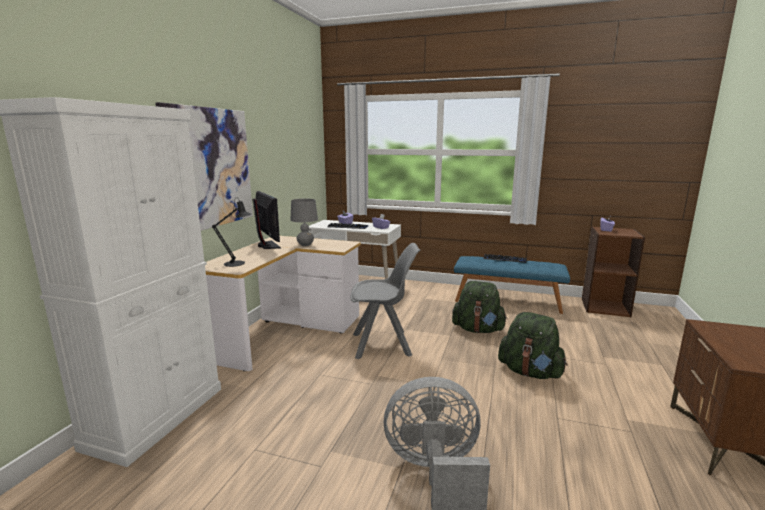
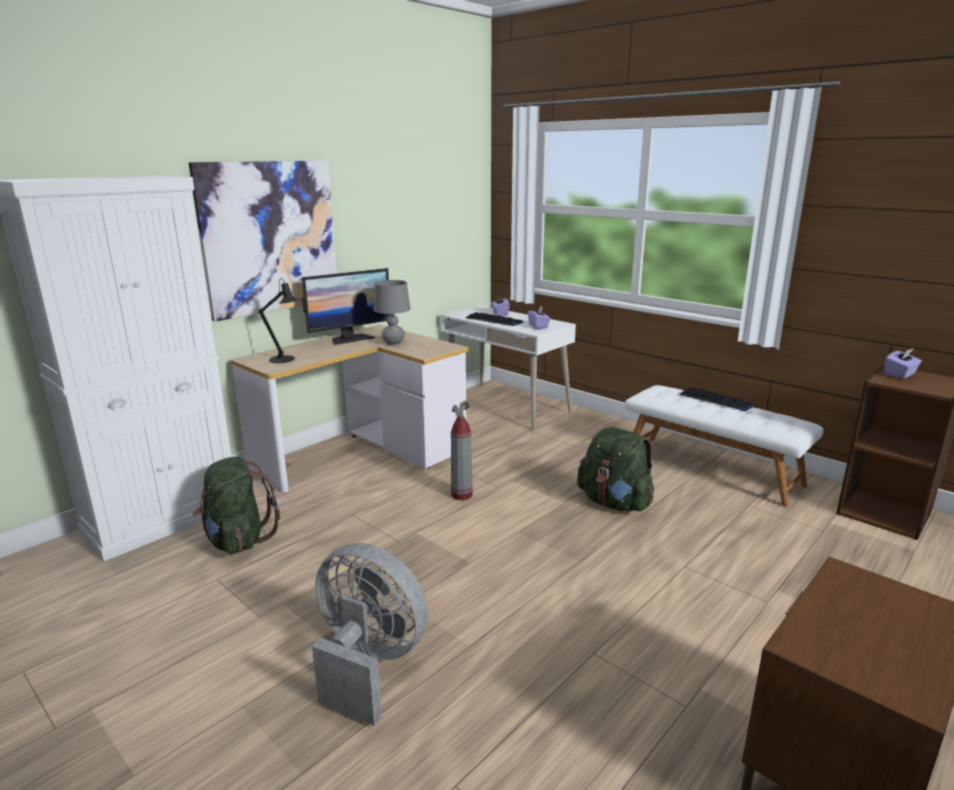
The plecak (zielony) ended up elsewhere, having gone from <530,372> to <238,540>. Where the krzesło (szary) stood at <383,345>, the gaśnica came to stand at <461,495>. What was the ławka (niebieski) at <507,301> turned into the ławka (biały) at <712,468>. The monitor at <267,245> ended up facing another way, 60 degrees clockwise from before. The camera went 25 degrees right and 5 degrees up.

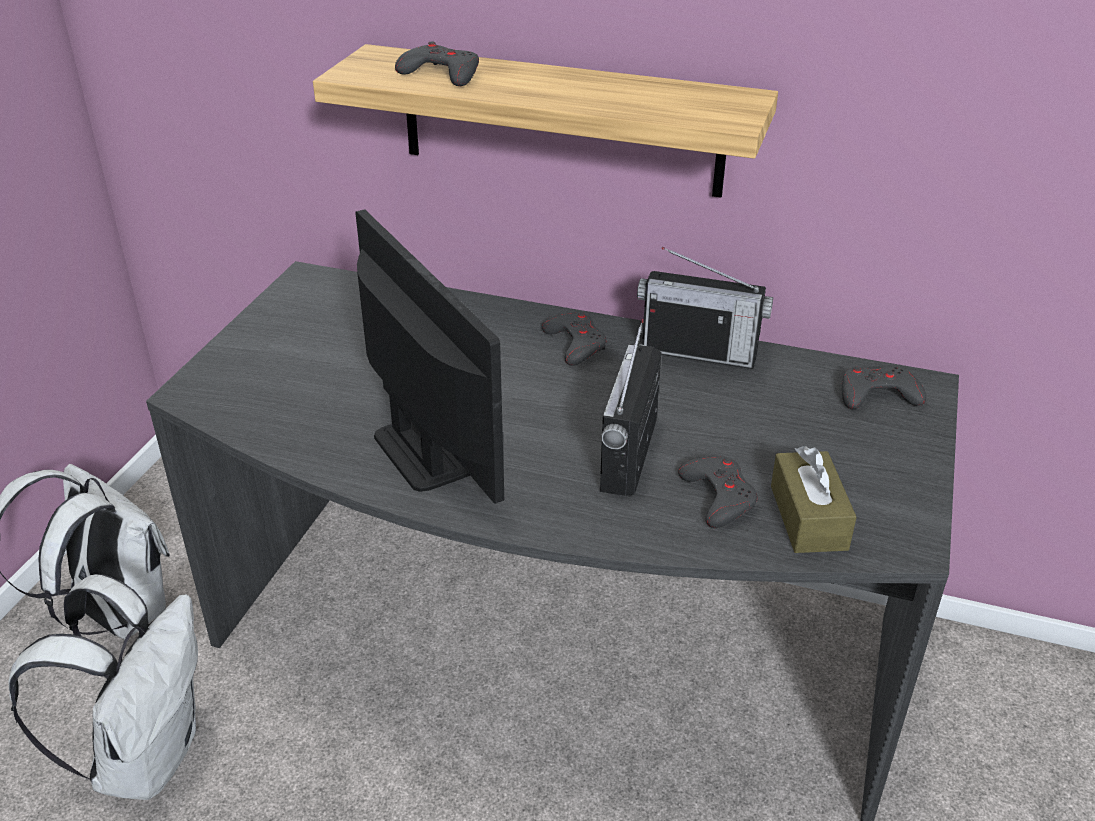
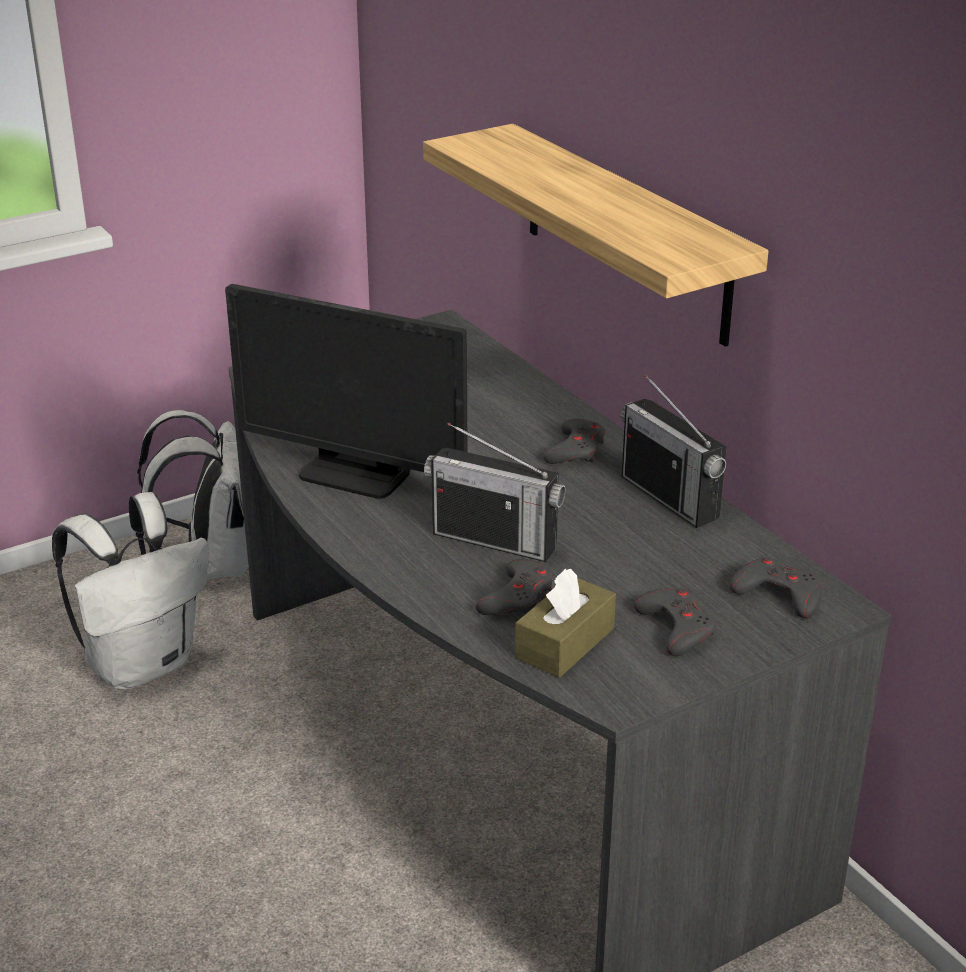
The pad do gier (szary) ended up elsewhere, having gone from <441,74> to <676,627>. The monitor at <425,452> ended up facing another way, 105 degrees clockwise from before. The radio at <628,455> ended up facing another way, 120 degrees counterclockwise from before. The camera went 40 degrees right and 5 degrees down.

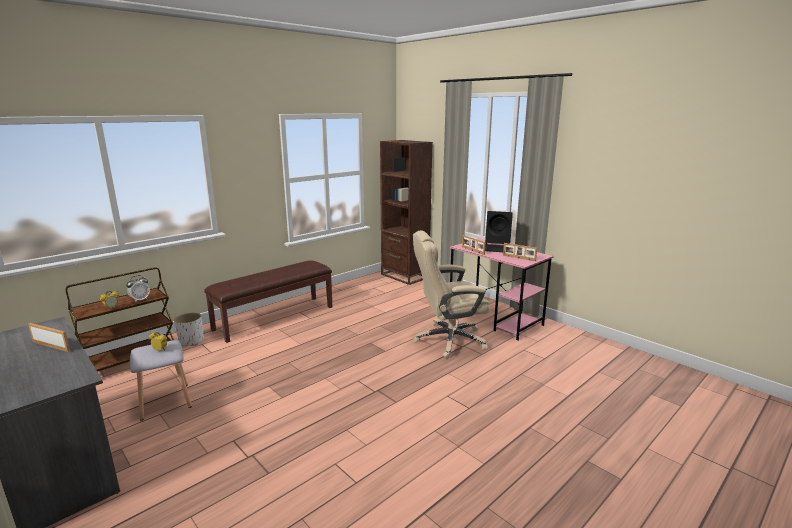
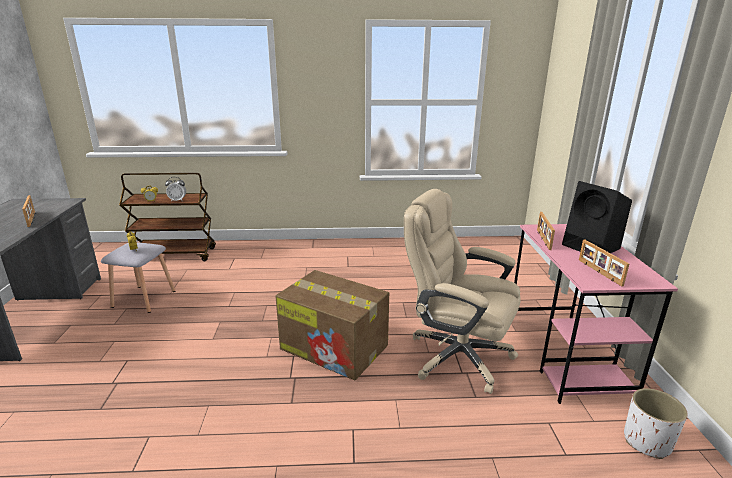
The second view lost the ławka (brązowy) at <274,317>. The second view lost the regał (brązowy) at <404,276>. The second view gained the karton at <335,347>. The donica (biały) ended up elsewhere, having gone from <191,341> to <647,441>. The camera went 40 degrees right and 5 degrees up.

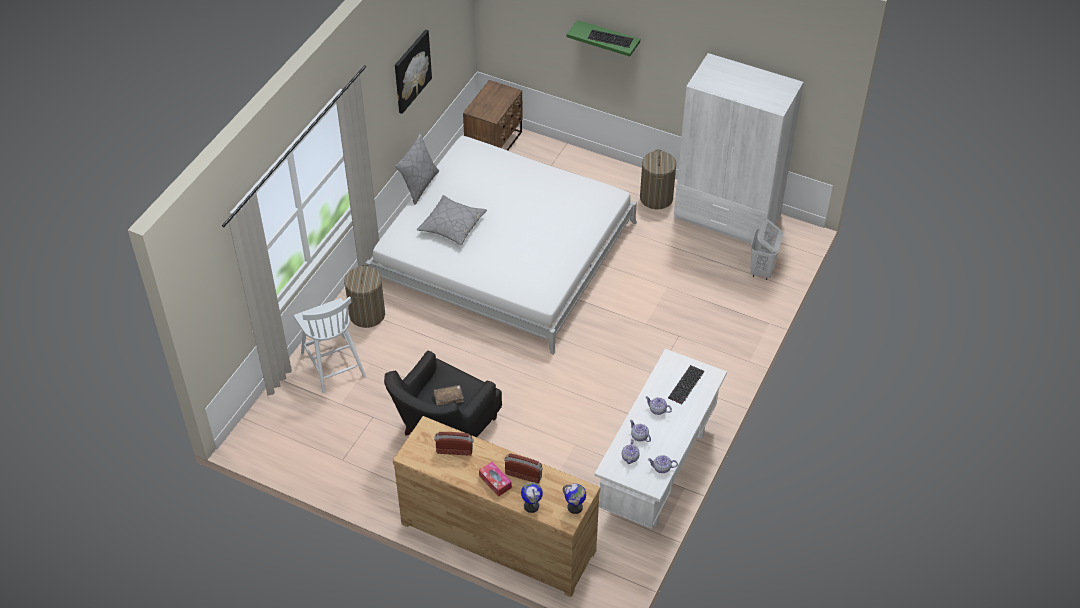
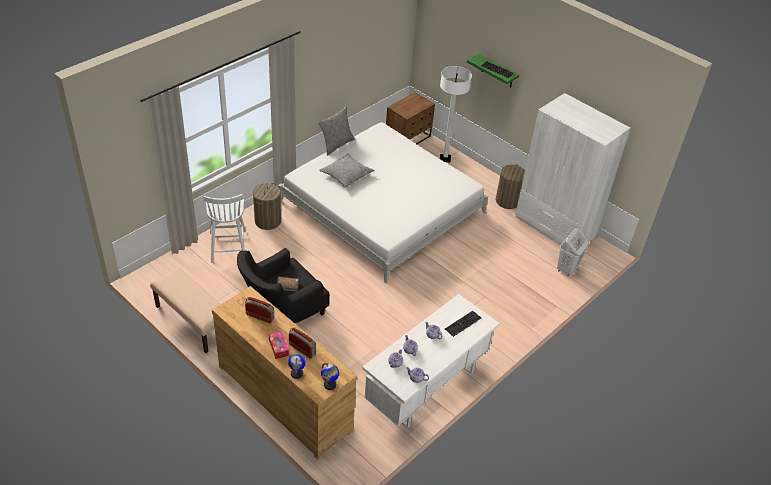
The second view lost the obraz at <411,71>. The second view gained the ławka (beżowy) at <192,321>. The second view gained the lampa stojąca (biały) at <445,158>. The camera went 15 degrees right and 5 degrees down.

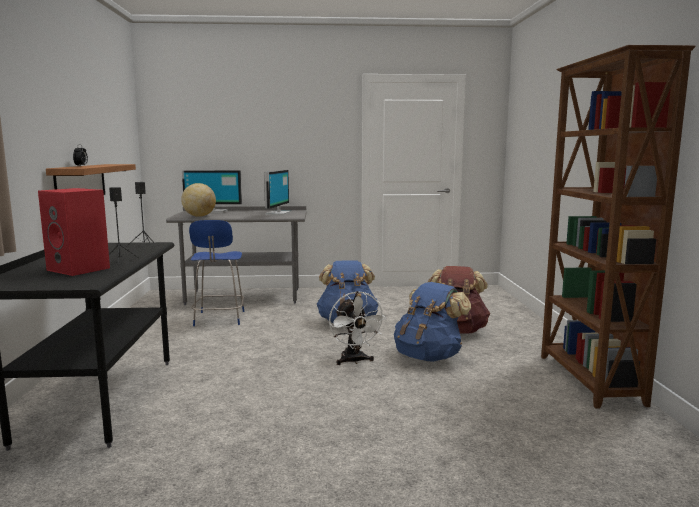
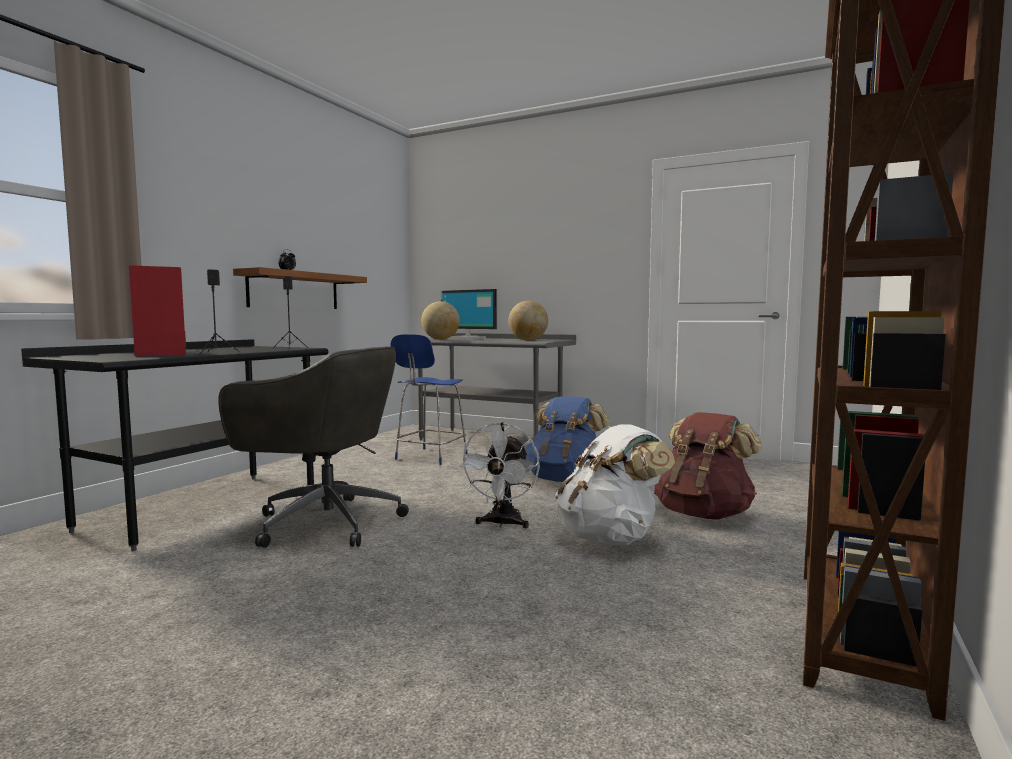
The second view gained the krzesło biurowe (szary) at <324,522>. Where the monitor stood at <277,214>, the globus came to stand at <528,340>. What was the plecak (niebieski) at <428,356> turned into the plecak (biały) at <611,538>. The camera went 30 degrees right and 5 degrees down.

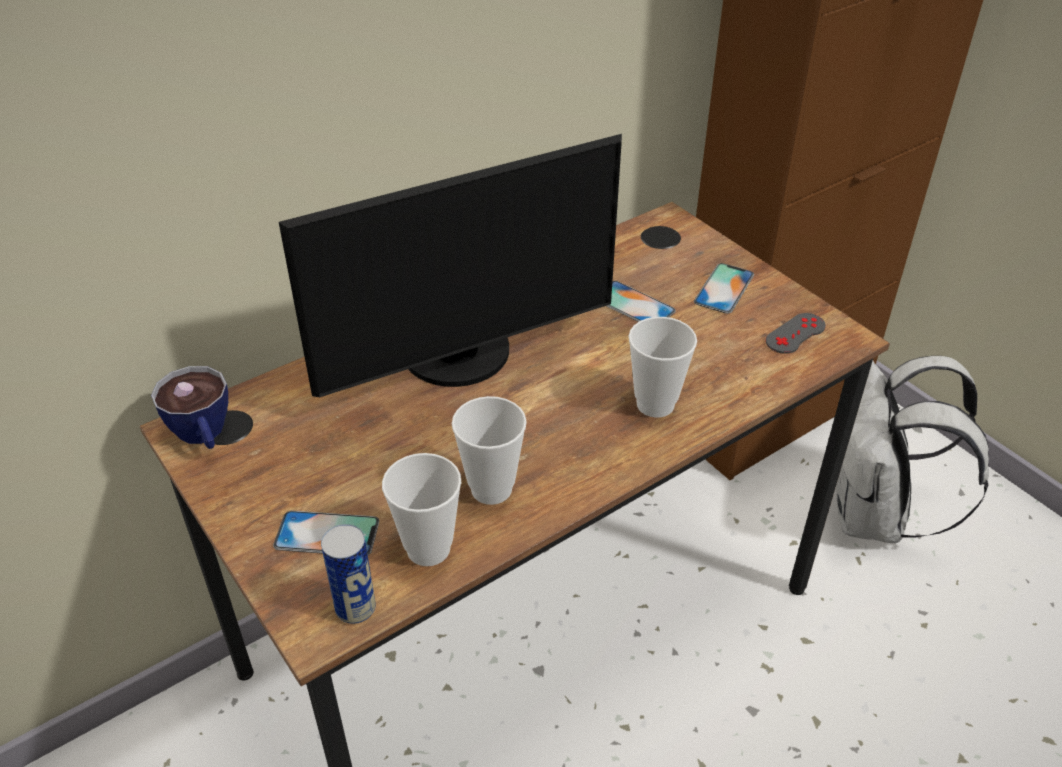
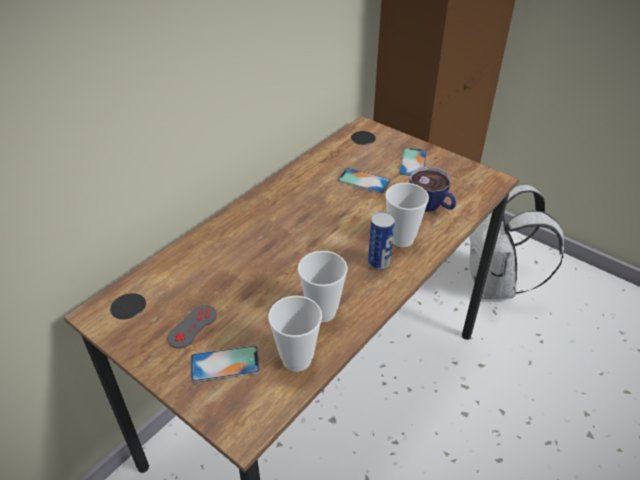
The second view lost the monitor at <461,358>. The filiżanka ended up elsewhere, having gone from <204,436> to <431,206>. The puszka ended up elsewhere, having gone from <355,608> to <378,263>. The pad do gier (szary) ended up elsewhere, having gone from <795,334> to <192,326>. The camera went 15 degrees left and 0 degrees up.

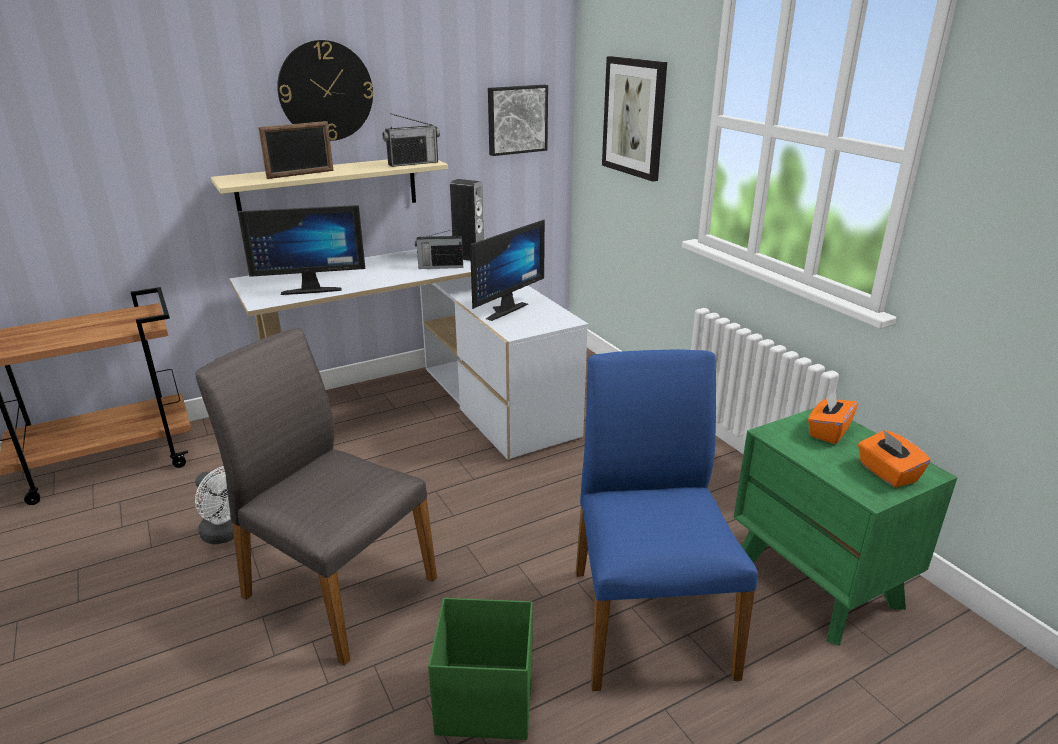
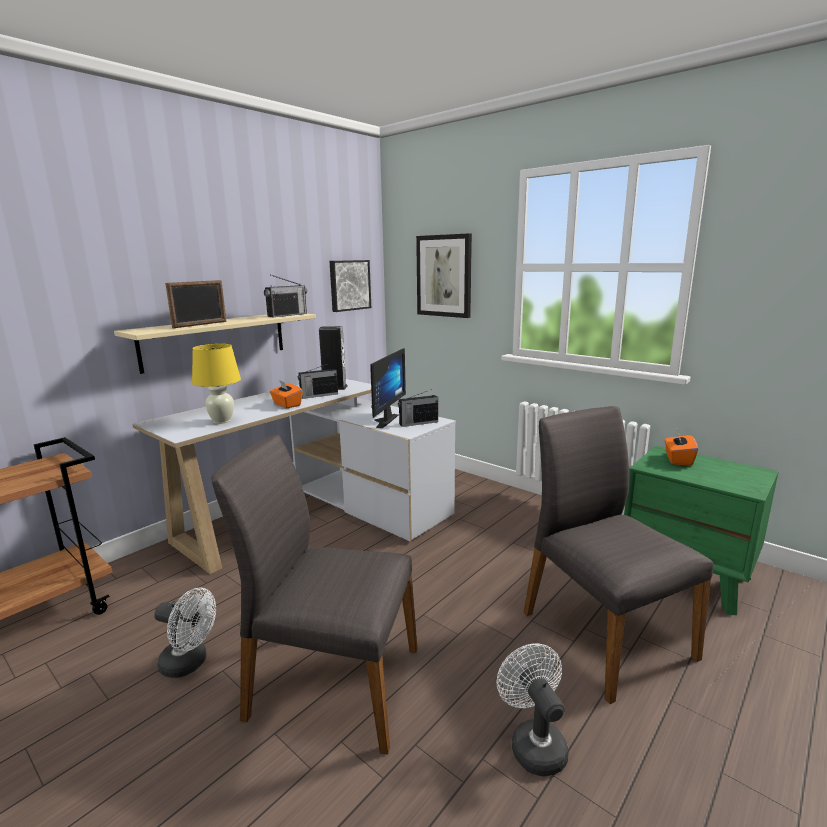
The second view lost the zegar ścienny at <326,91>. The second view gained the radio at <418,423>. The pudełko chusteczek (pomarańczowy) ended up elsewhere, having gone from <887,473> to <286,405>. Where the monitor stood at <311,289>, the lampa stołowa (żółty) came to stand at <221,421>. Where the pojemnik do przechowywania (zielony) stood at <484,700>, the wentylator (biały) came to stand at <533,743>. What was the krzesło (niebieski) at <647,619> turned into the krzesło (szary) at <603,634>. The camera went 20 degrees left and 10 degrees down.

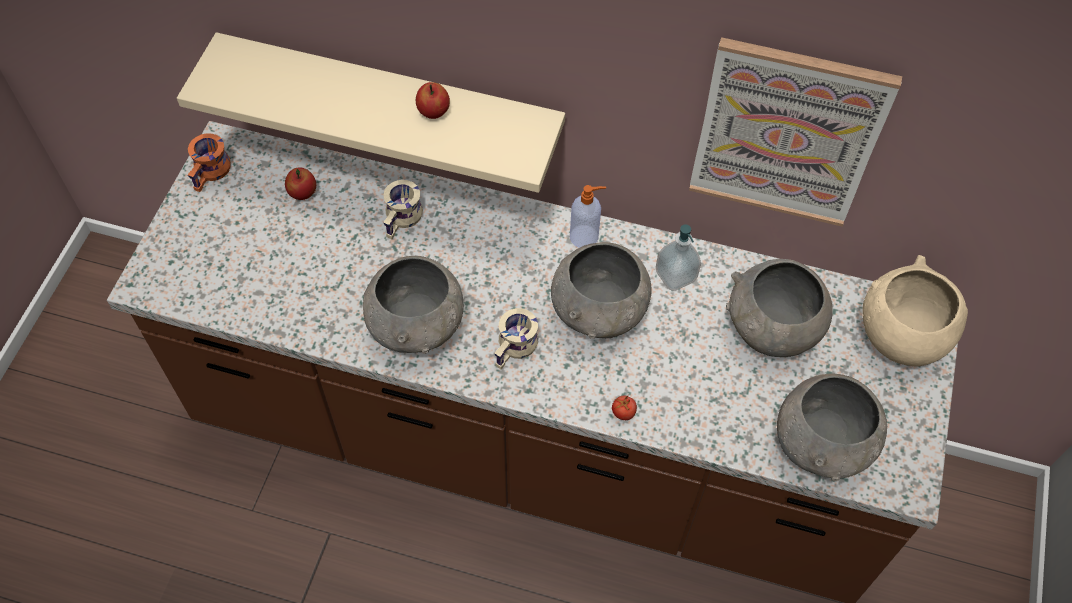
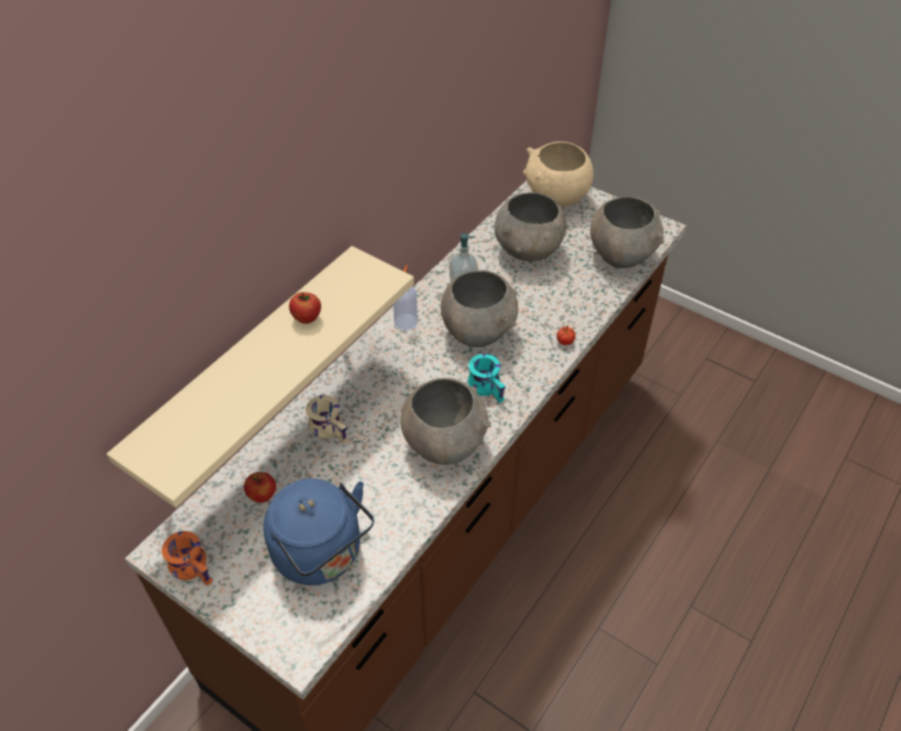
The second view lost the obraz at <787,134>. The second view gained the czajnik (niebieski) at <322,555>. What was the kubek (beżowy) at <517,349> turned into the kubek (turkusowy) at <489,386>. The camera went 70 degrees left and 10 degrees down.

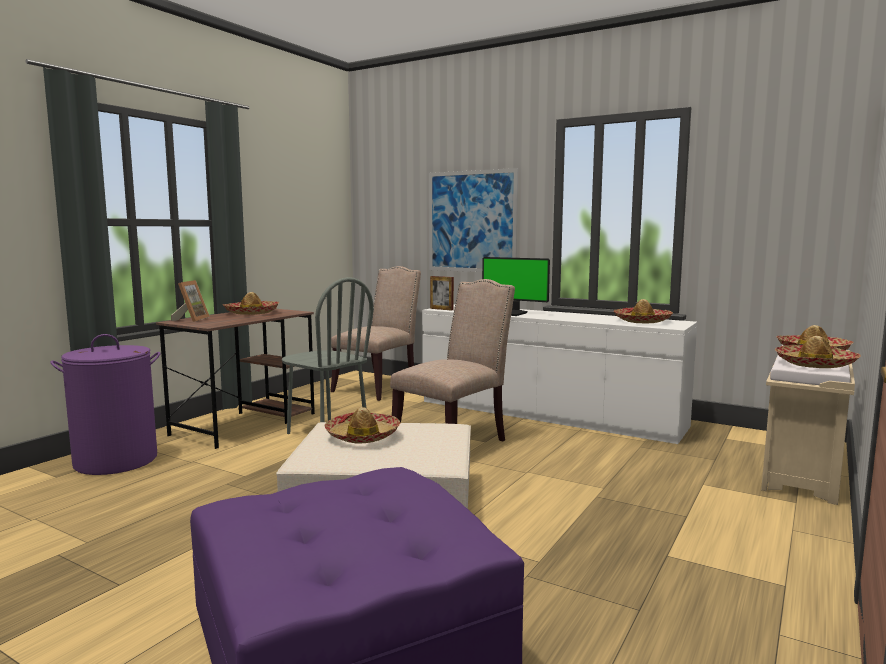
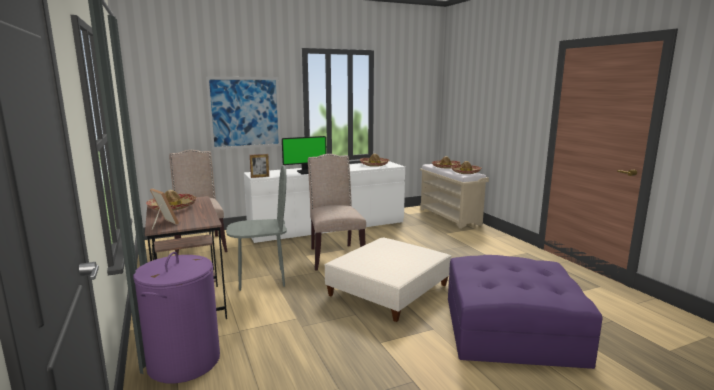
The second view lost the kapelusz at <363,436>. The camera went 55 degrees left and 5 degrees up.

